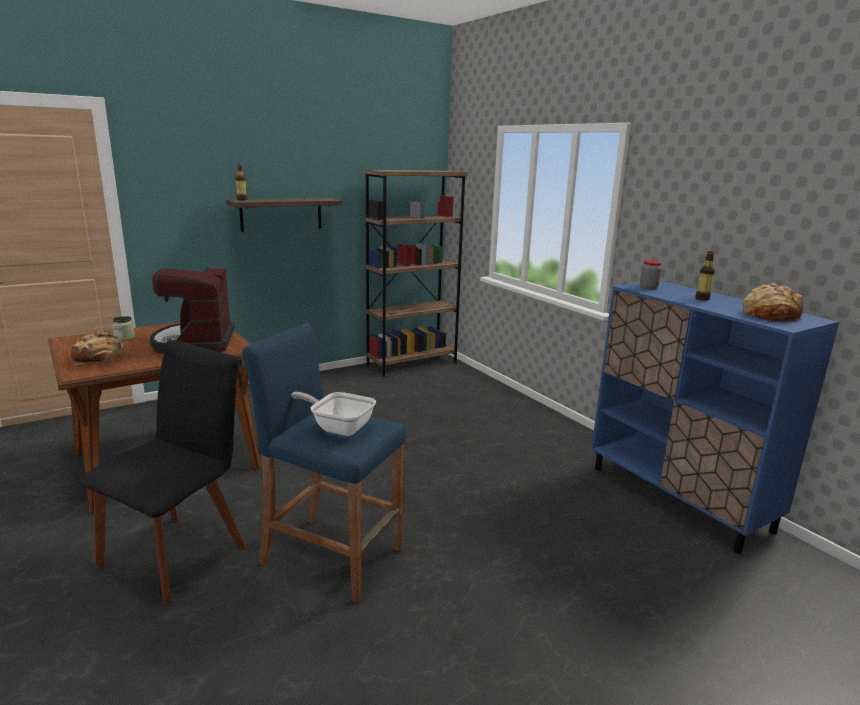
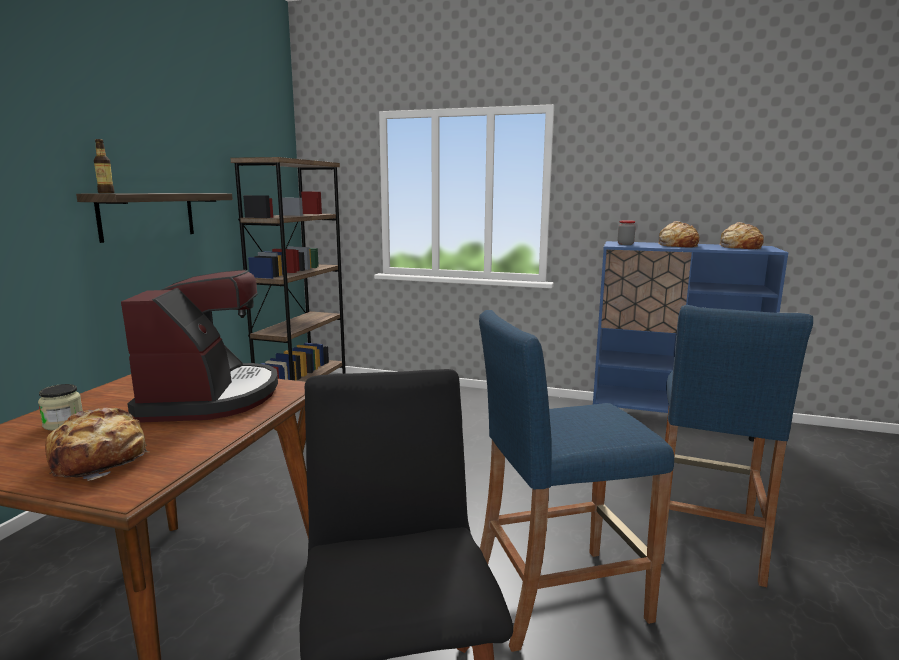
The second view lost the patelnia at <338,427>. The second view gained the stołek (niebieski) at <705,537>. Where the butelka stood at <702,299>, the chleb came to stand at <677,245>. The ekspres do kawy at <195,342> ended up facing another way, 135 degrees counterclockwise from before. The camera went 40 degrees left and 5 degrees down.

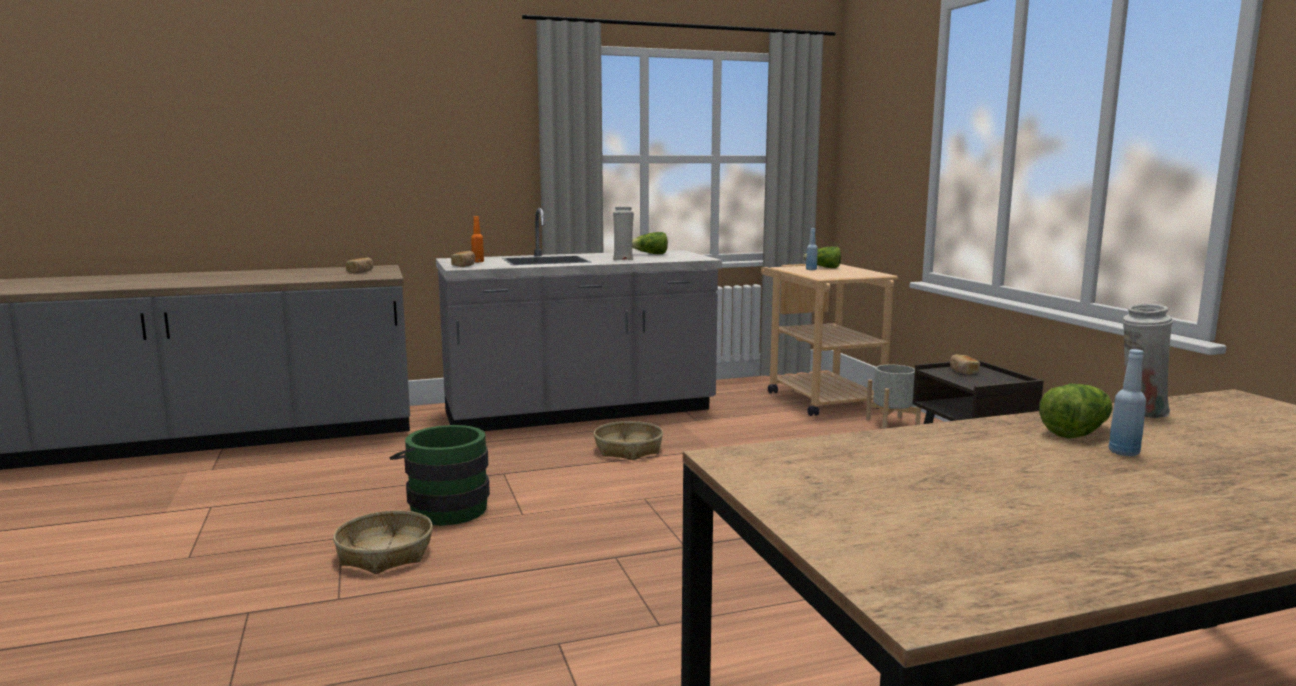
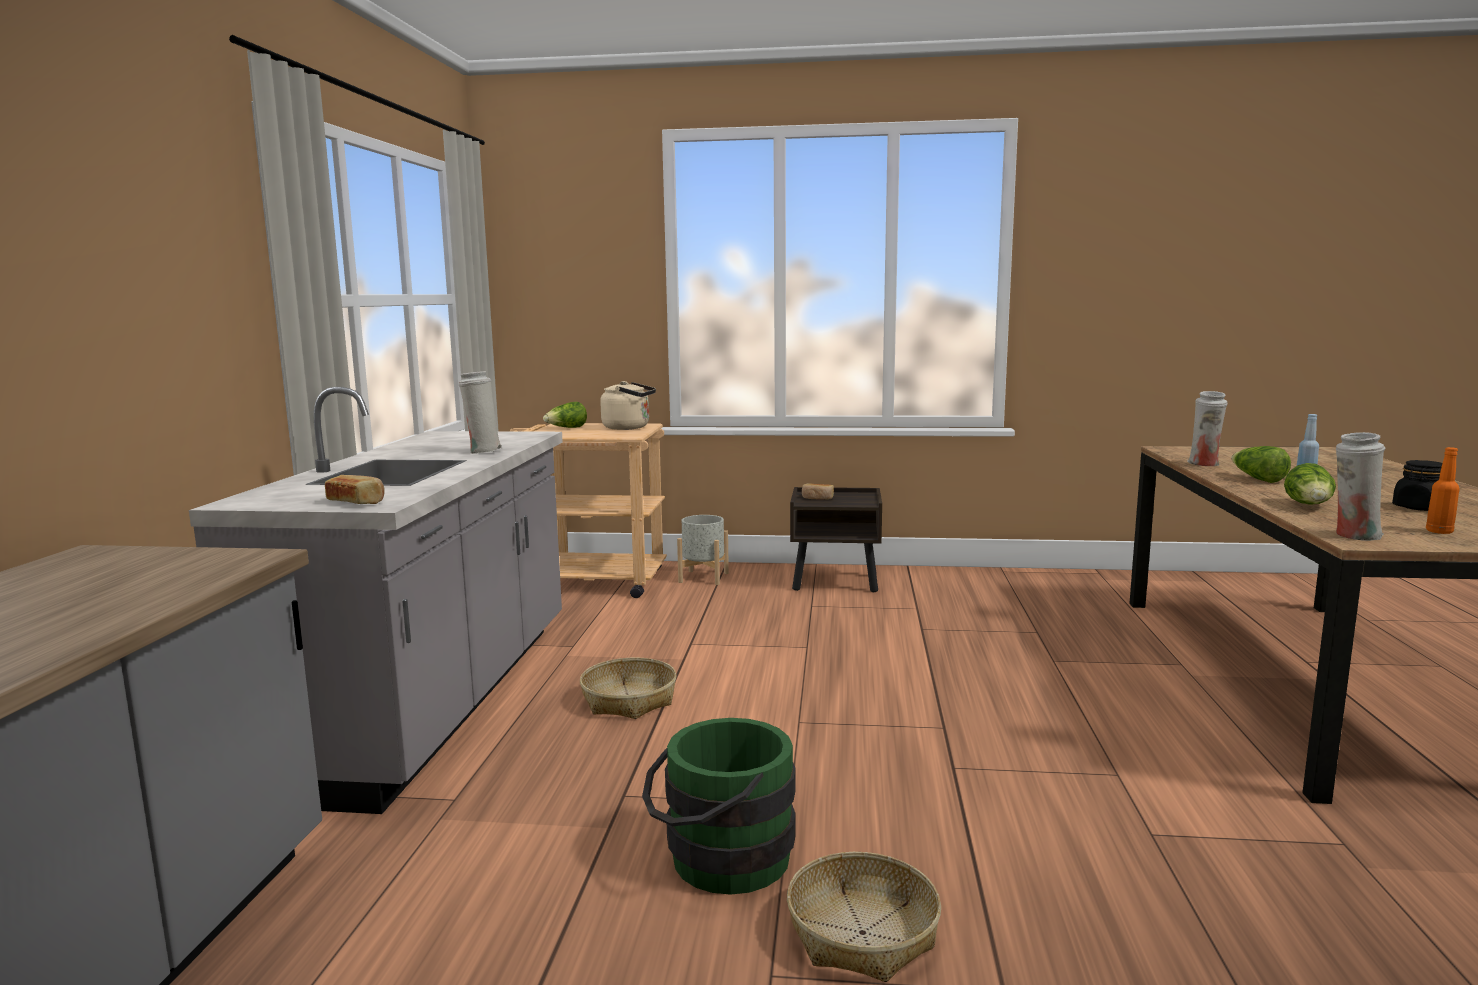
The second view lost the chleb at <361,272>. The second view lost the butelka (niebieski) at <811,269>. The second view gained the czajnik (beżowy) at <629,428>. The second view gained the wazon (biały) at <1354,536>. The second view gained the słoik (czarny) at <1419,508>. The butelka (pomarańczowy) ended up elsewhere, having gone from <478,262> to <1439,532>. The sałata ended up elsewhere, having gone from <650,254> to <1310,506>. The camera went 65 degrees left and 0 degrees up.

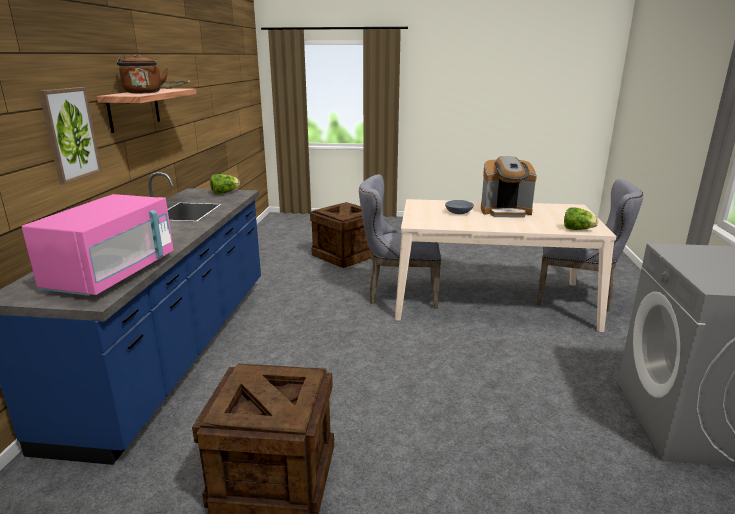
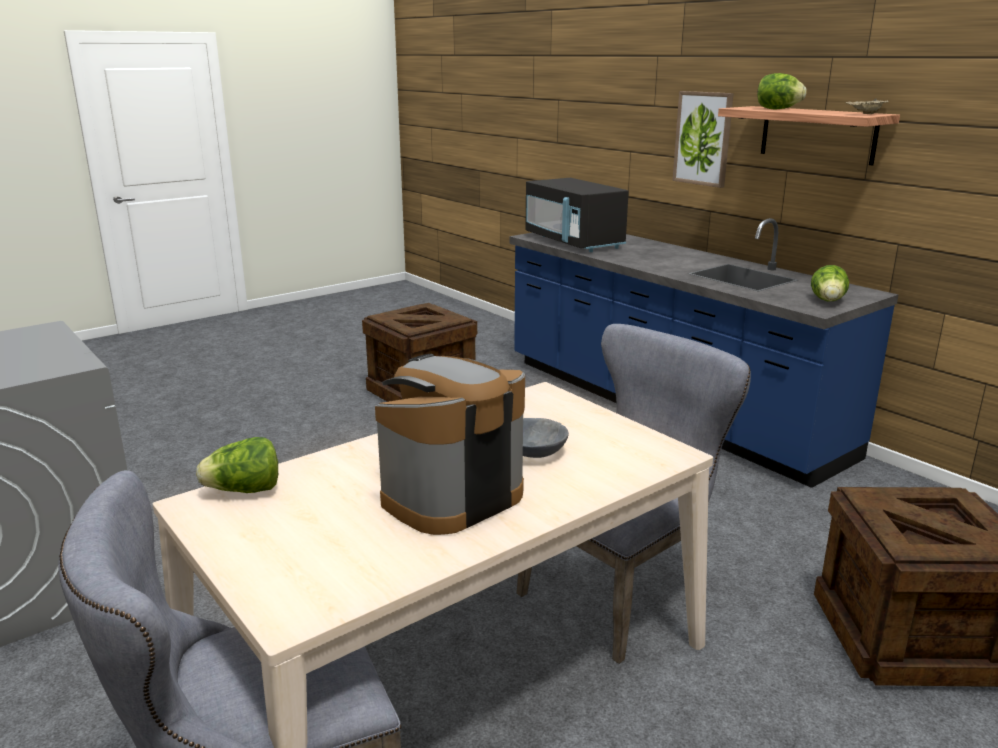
Where the czajnik (brązowy) stood at <143,93>, the sałata came to stand at <777,109>. What was the mikrofalówka (różowy) at <113,274> turned into the mikrofalówka (czarny) at <573,242>. The camera went 135 degrees right and 0 degrees up.

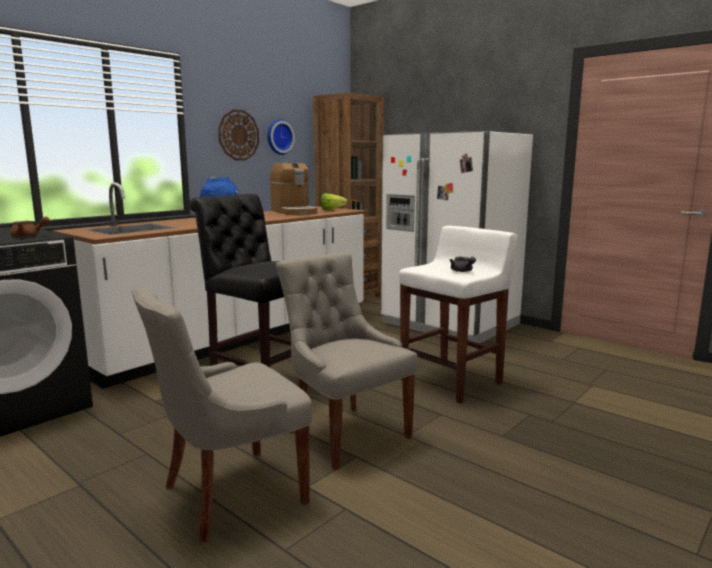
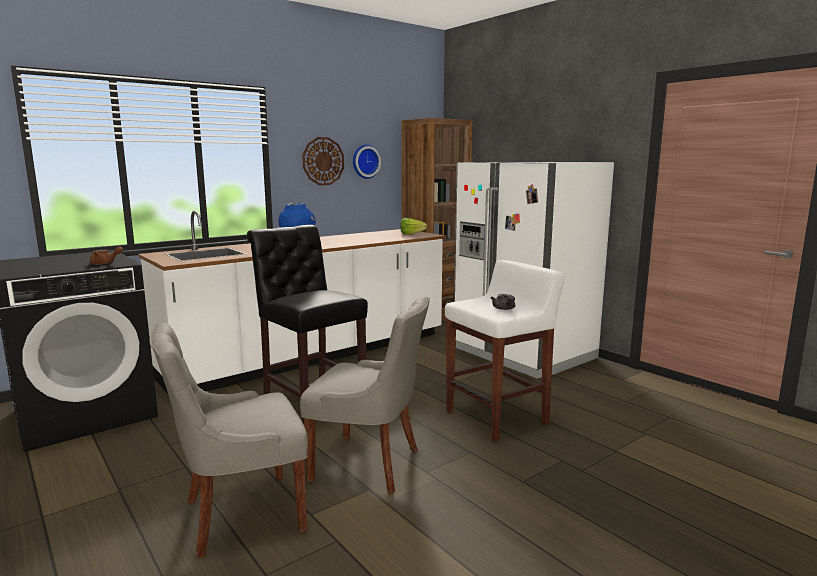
The second view lost the ekspres do kawy at <293,212>. The krzesło (szary) at <345,433> ended up facing another way, 135 degrees clockwise from before. The camera went 10 degrees right and 0 degrees up.

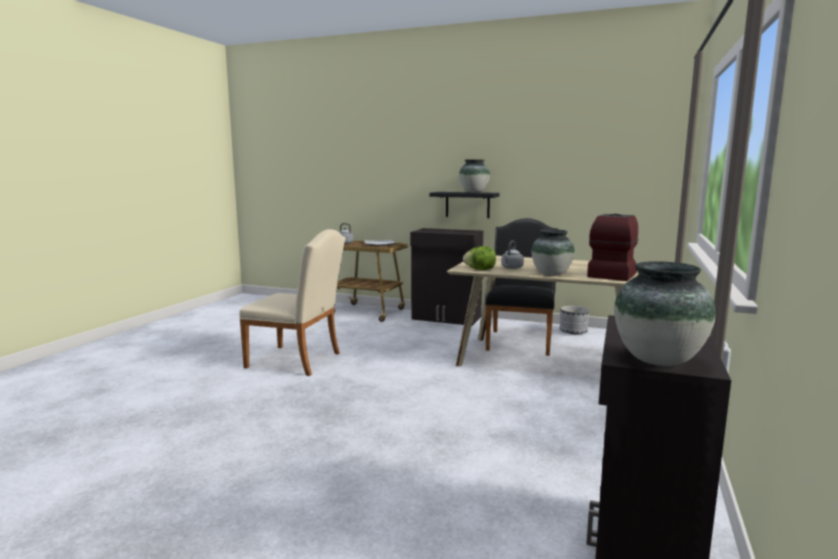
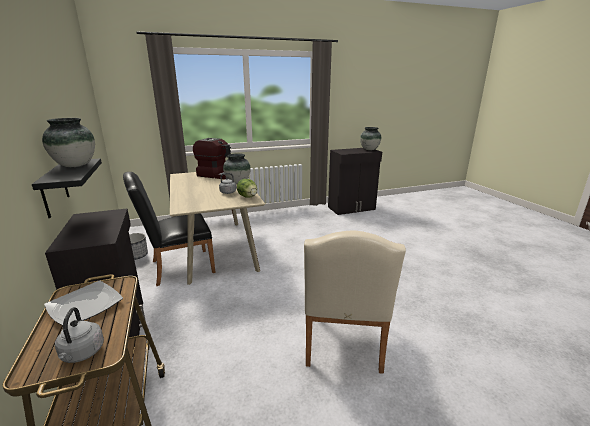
The krzesło (beżowy) at <299,361> ended up facing another way, 150 degrees counterclockwise from before. The ekspres do kawy at <612,274> ended up facing another way, 150 degrees counterclockwise from before. The camera went 130 degrees left and 10 degrees up.

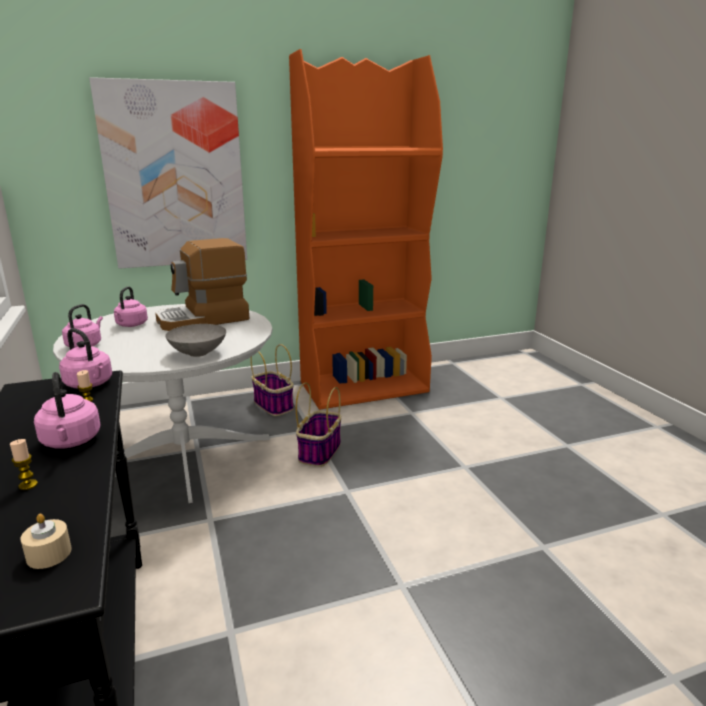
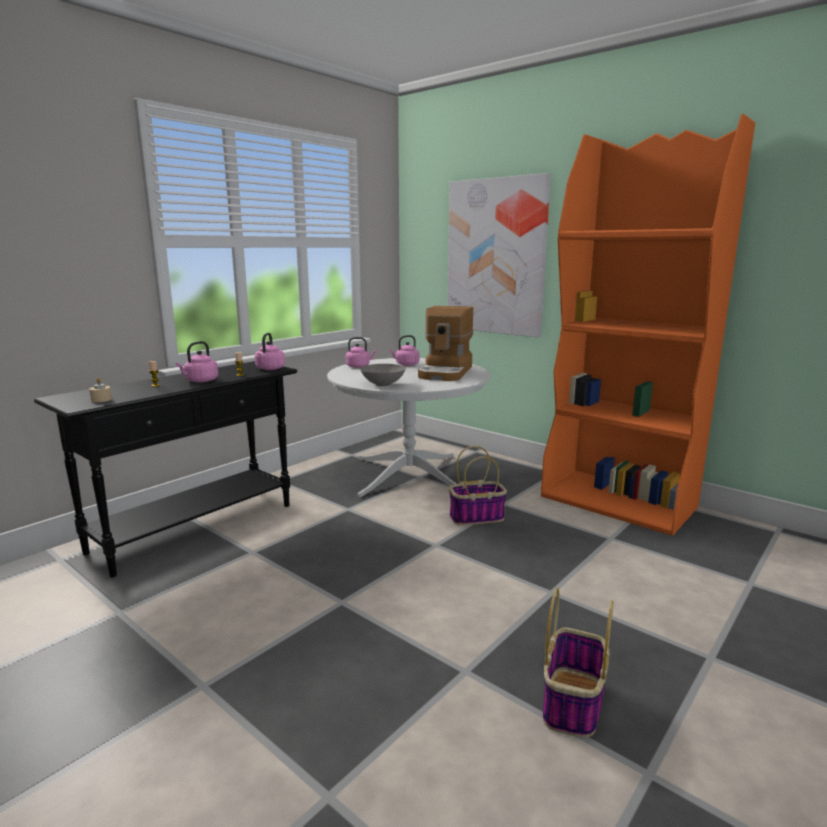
The koszyk ended up elsewhere, having gone from <274,405> to <573,703>. The ekspres do kawy at <204,319> ended up facing another way, 105 degrees counterclockwise from before. The camera went 60 degrees right and 5 degrees down.

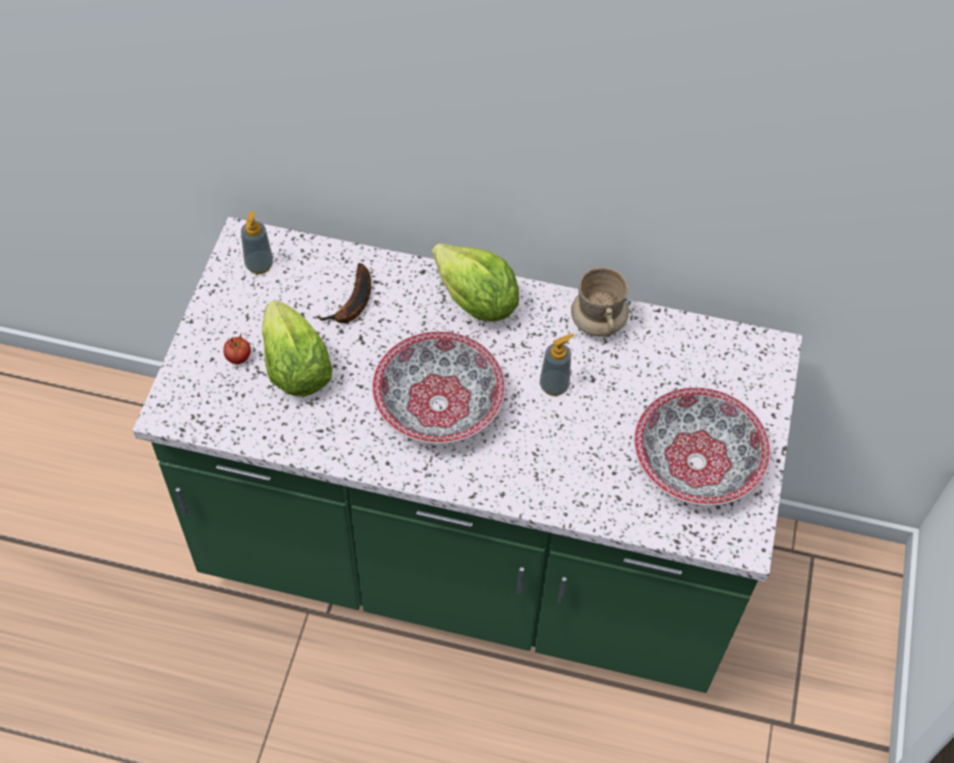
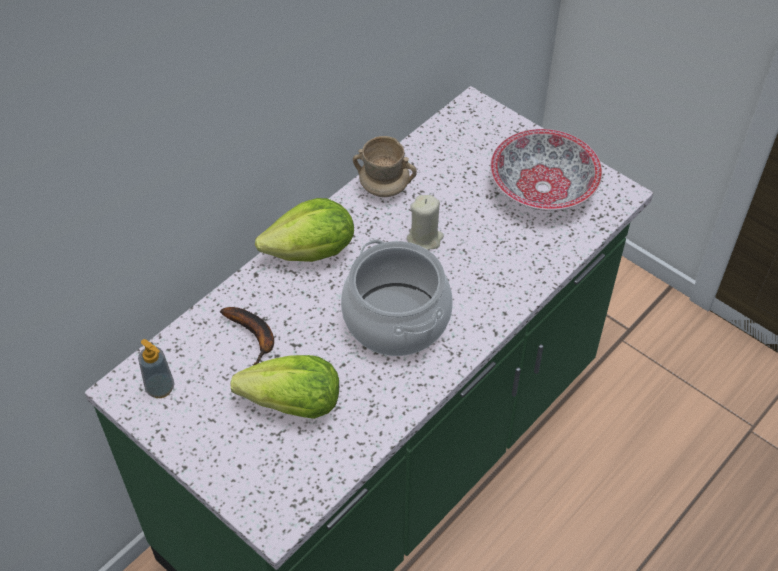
The second view lost the pomidor at <238,357>. Where the miska stood at <438,405>, the garnek came to stand at <397,319>. Where the dozownik mydła stood at <554,385>, the świeca (beżowy) came to stand at <425,238>. The camera went 60 degrees left and 5 degrees down.

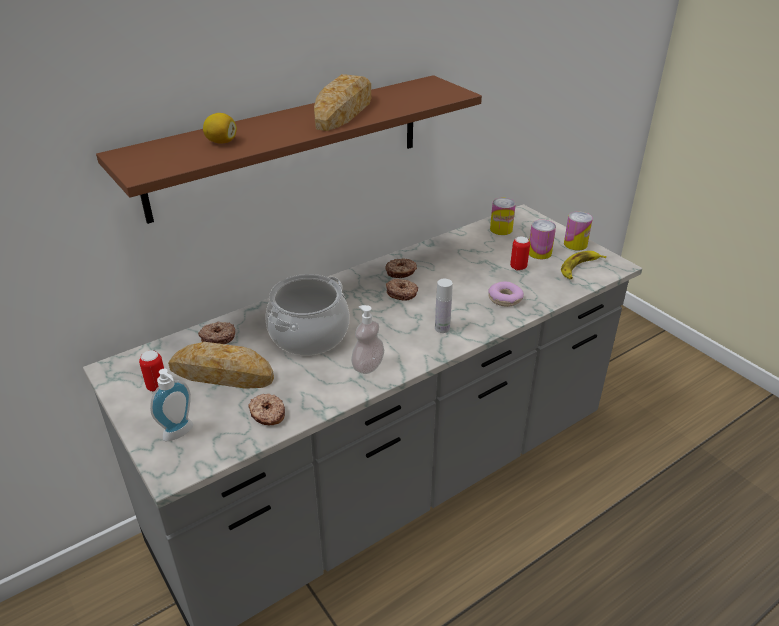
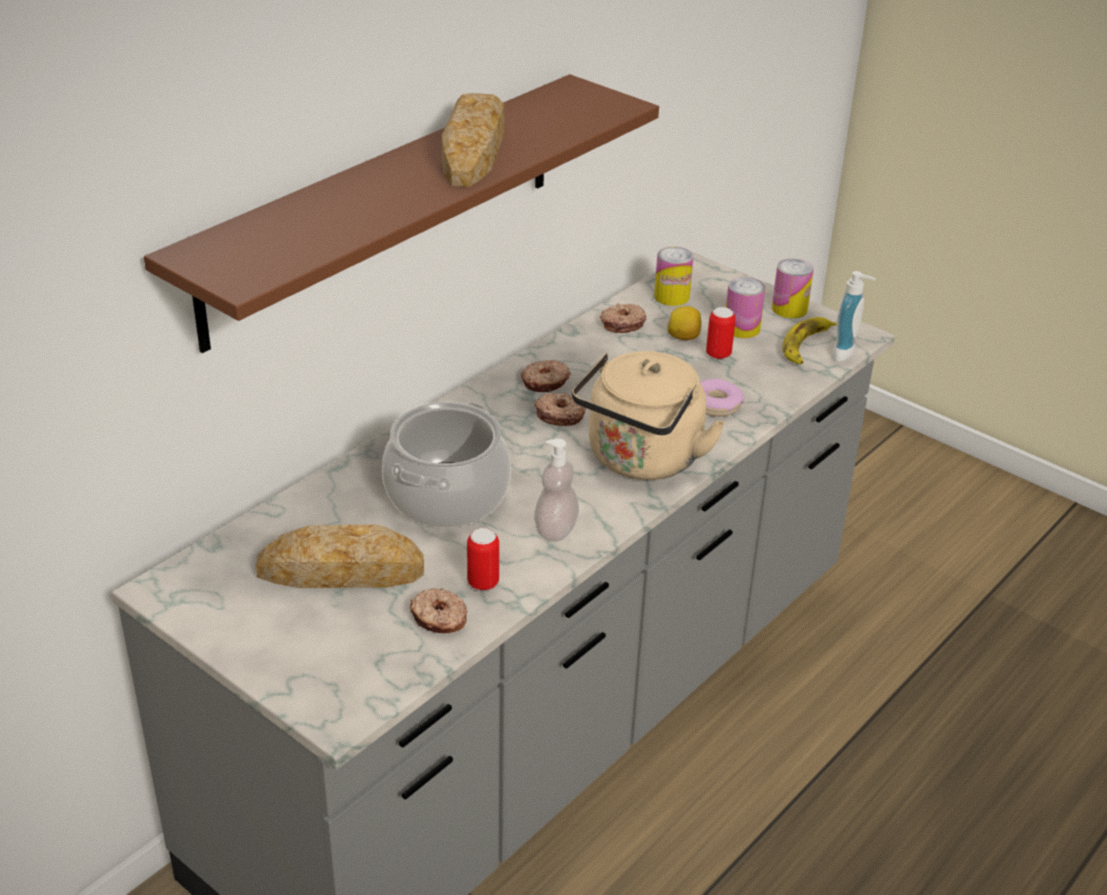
The puszka ended up elsewhere, having gone from <157,386> to <483,583>. The dozownik mydła ended up elsewhere, having gone from <180,434> to <847,354>. The donut ended up elsewhere, having gone from <218,337> to <622,324>. The cytryna ended up elsewhere, having gone from <221,142> to <684,337>. Where the butelka (biały) stood at <442,328>, the czajnik (beżowy) came to stand at <641,460>. The camera went 15 degrees left and 0 degrees up.

